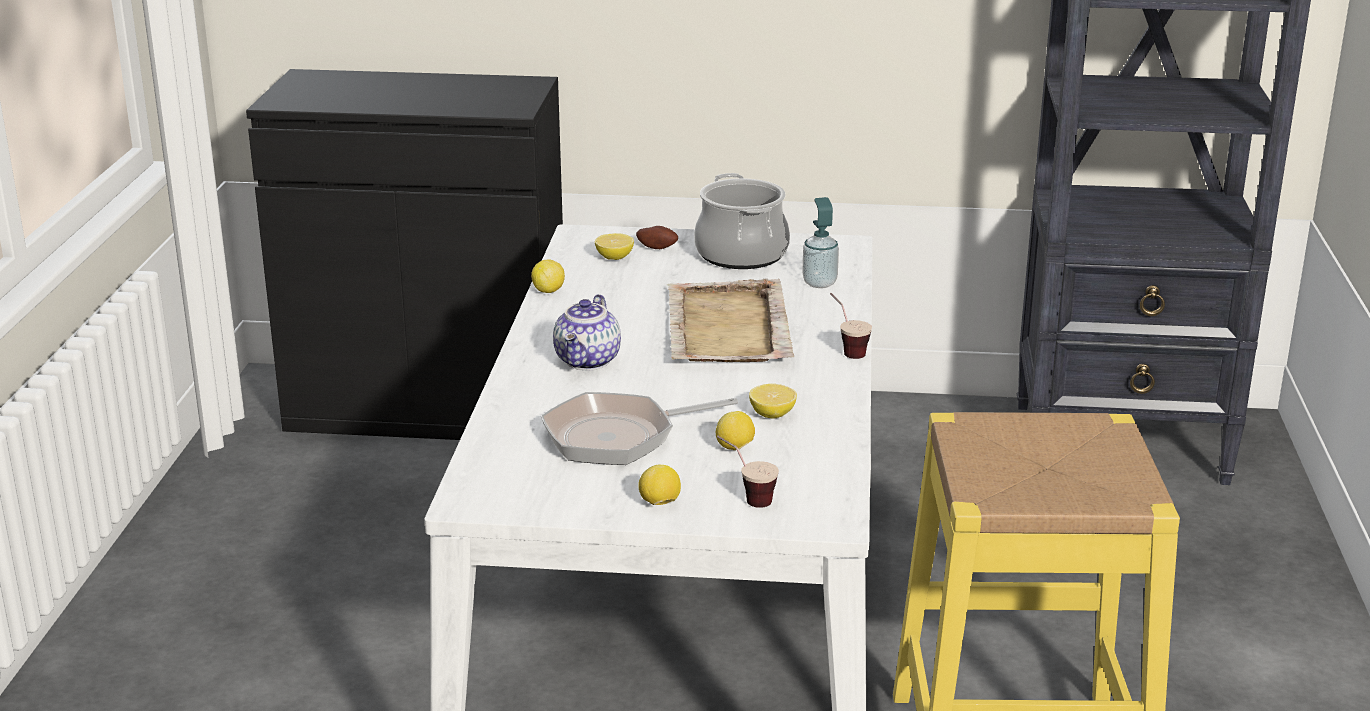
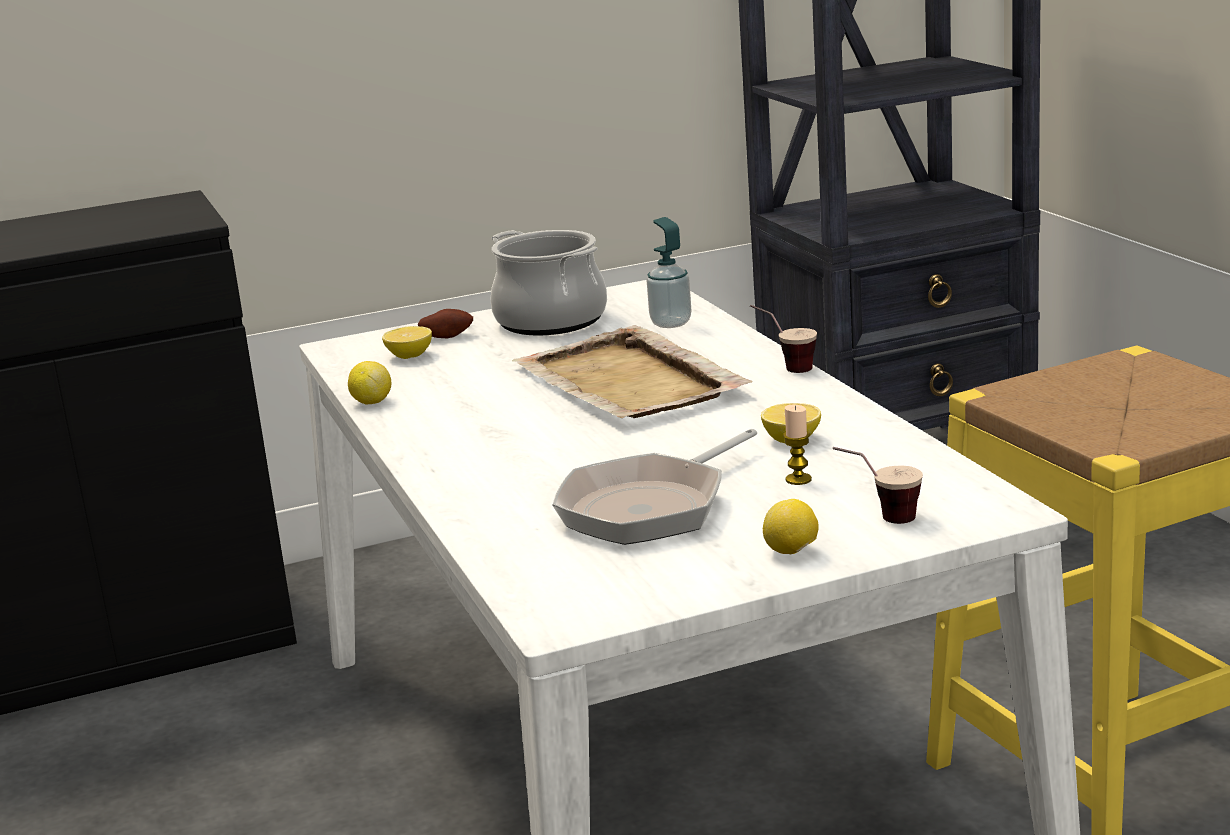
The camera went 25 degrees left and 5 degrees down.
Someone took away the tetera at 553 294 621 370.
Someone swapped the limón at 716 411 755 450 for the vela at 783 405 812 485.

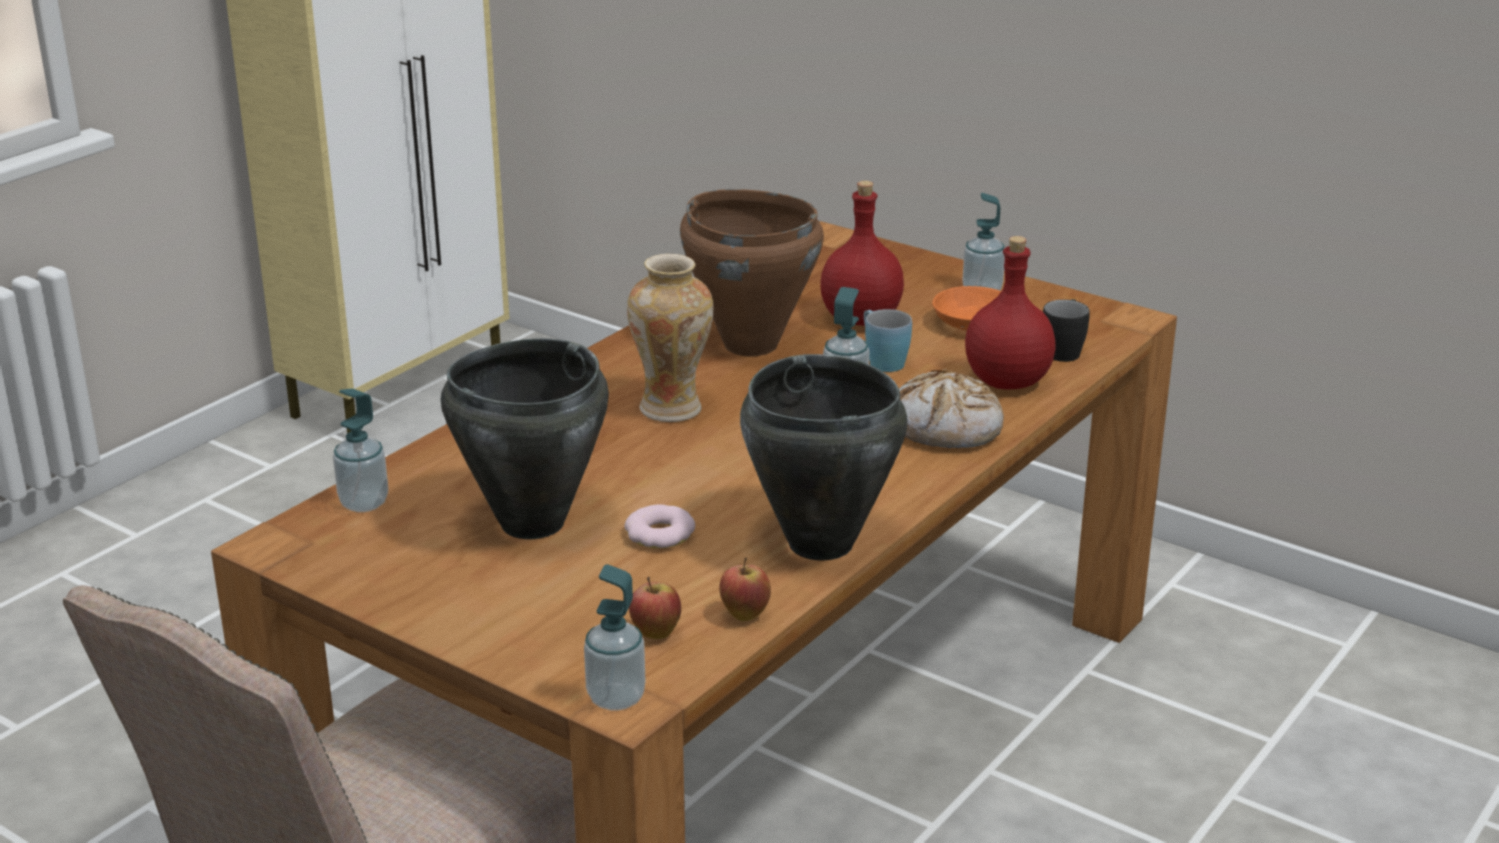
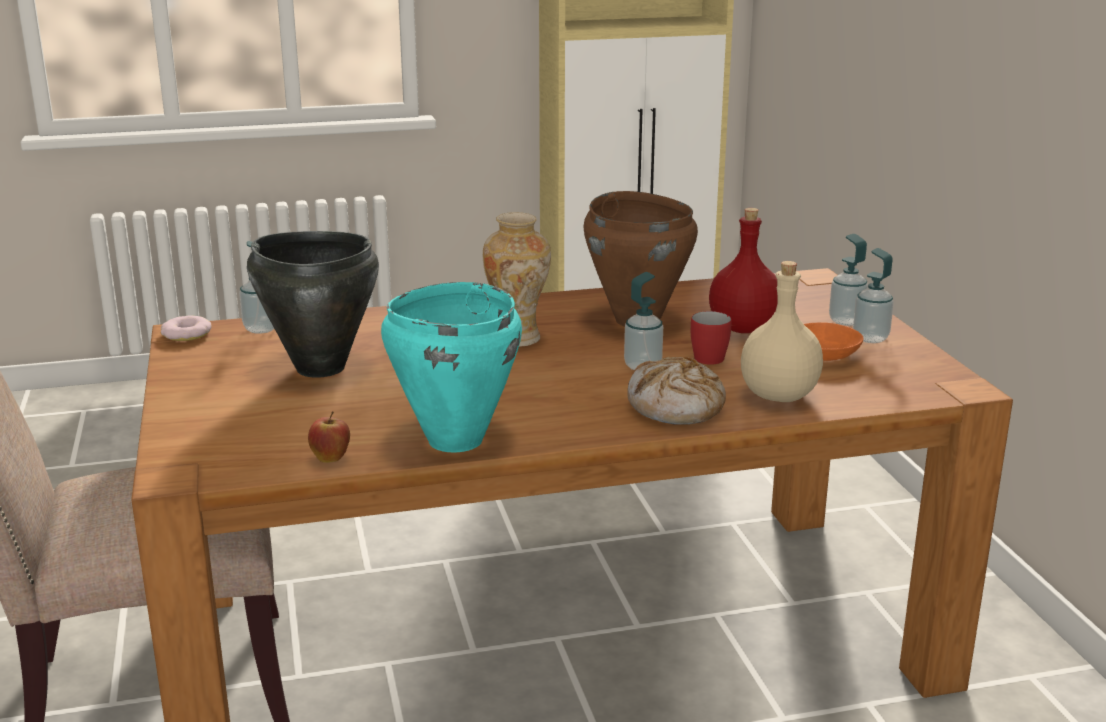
The camera went 40 degrees right and 5 degrees down.
Someone took away the manzana at 629 577 681 639.
Someone took away the taza grande/negro at 1043 299 1090 362.
Someone carried the dispensador de jabón from 584 564 646 711 to 829 234 868 326.
Someone carried the rosquilla from 624 504 695 548 to 161 315 212 341.
Someone repainted the olla/negro at 740 354 907 560, which became the olla/turquesa at 381 282 522 452.
Someone repainted the taza grande/azul at 864 309 912 372, which became the taza grande/rojo at 691 311 732 364.
Someone repainted the botella/rojo at 965 236 1056 389, which became the botella/beis at 741 261 823 402.

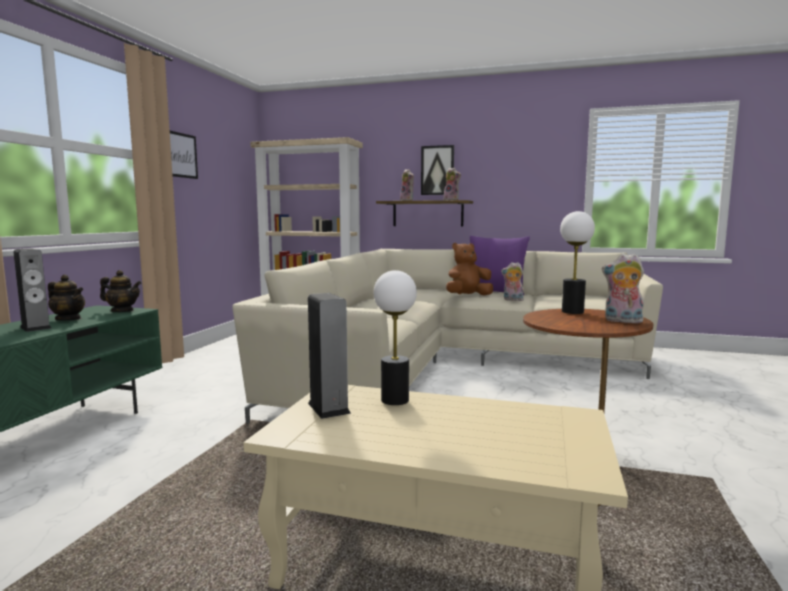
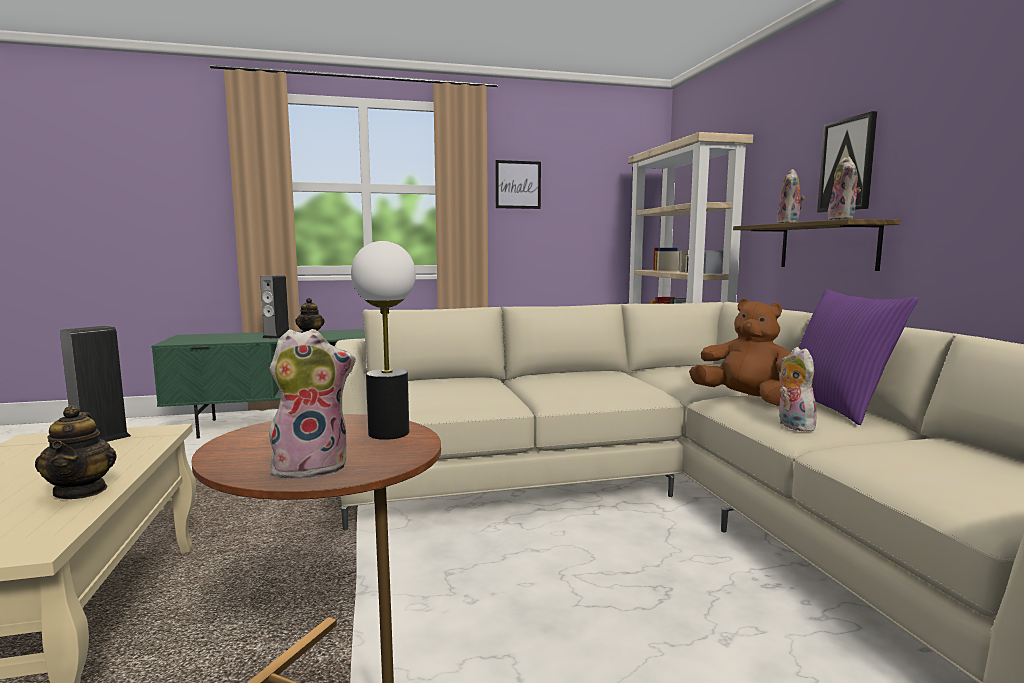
The camera went 60 degrees right and 0 degrees up.
Someone took away the lámpara de mesa at 374 270 417 405.
Someone carried the tetera from 100 270 142 312 to 35 405 117 499.
Someone rotated the peluche at 602 253 644 323 by 75 degrees clockwise.

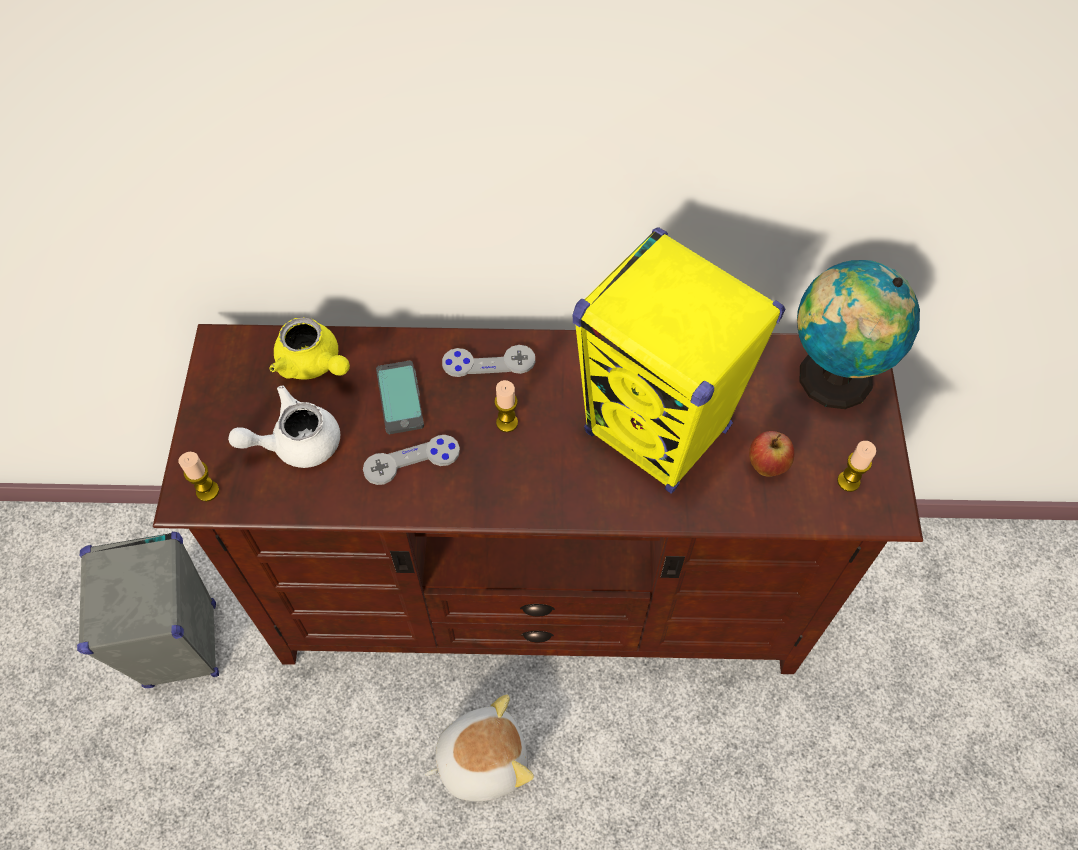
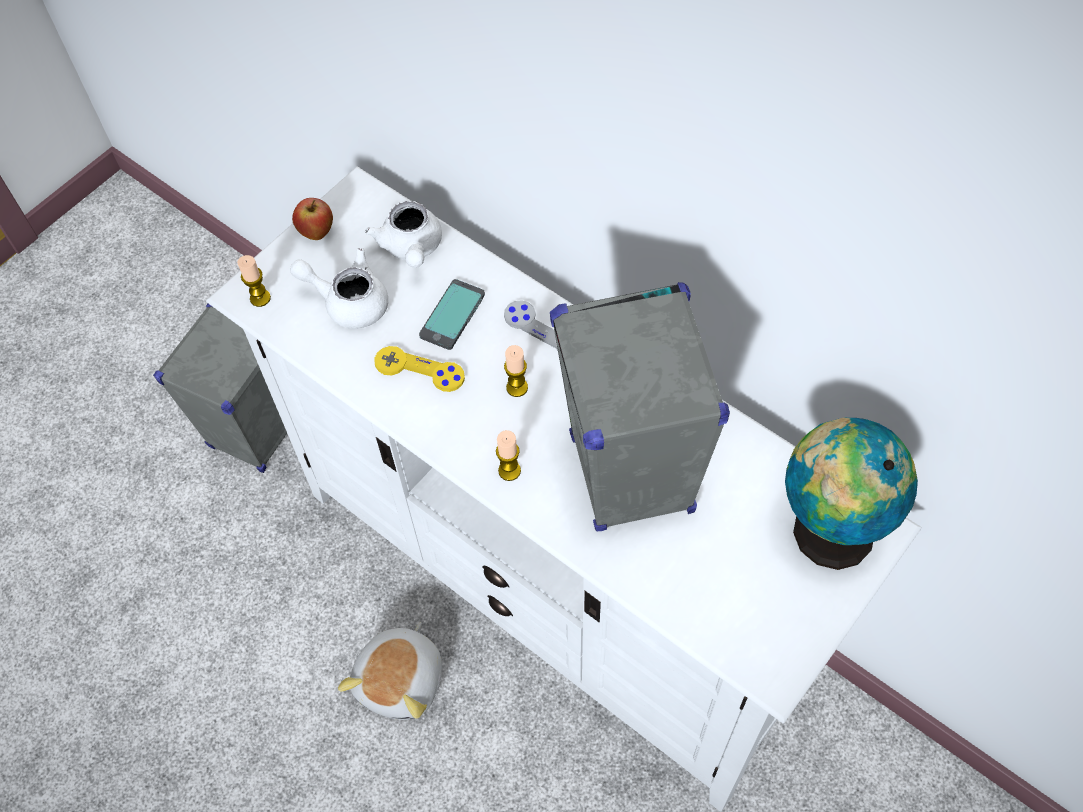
The camera went 40 degrees right and 0 degrees up.
Someone carried the manzana from 749 431 794 477 to 292 198 333 240.
Someone carried the vela from 837 441 876 492 to 496 430 521 481.
Someone repainted the mueble de televisión/marrón at 153 324 923 674, which became the mueble de televisión/blanco at 206 166 922 812.
Someone repainted the tetera/amarillo at 269 317 350 380, which became the tetera/blanco at 365 201 442 268.
Someone repainted the mando de consola/gris at 363 435 460 485, which became the mando de consola/amarillo at 374 346 465 392.
Someone repainted the altavoz/amarillo at 573 228 785 494, which became the altavoz/gris at 550 282 730 531.
Someone rotated the peluche at 425 695 534 801 by 90 degrees clockwise.

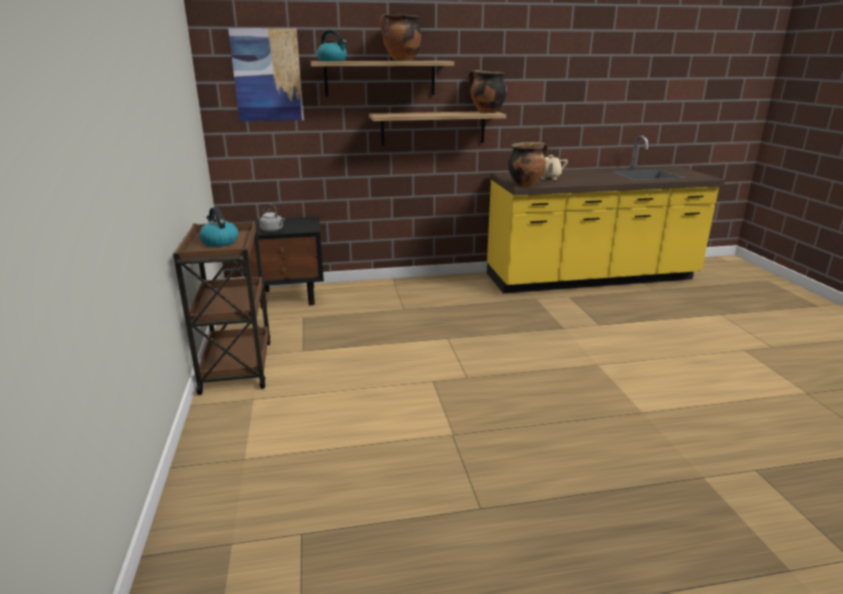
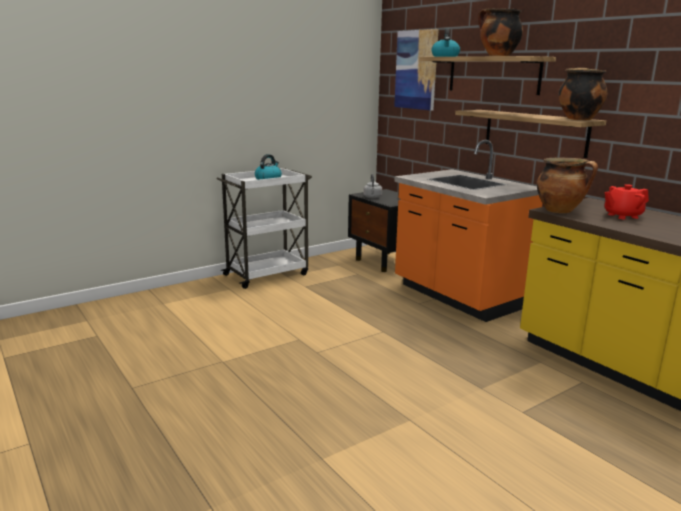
The camera went 65 degrees right and 5 degrees down.
Someone put down the mueble bajo de cocina/naranja at 394 140 543 322.
Someone repainted the carrito/marrón at 173 221 271 395, which became the carrito/blanco at 216 168 312 289.
Someone repainted the tetera/beis at 541 155 568 180, which became the tetera/rojo at 604 184 649 219.

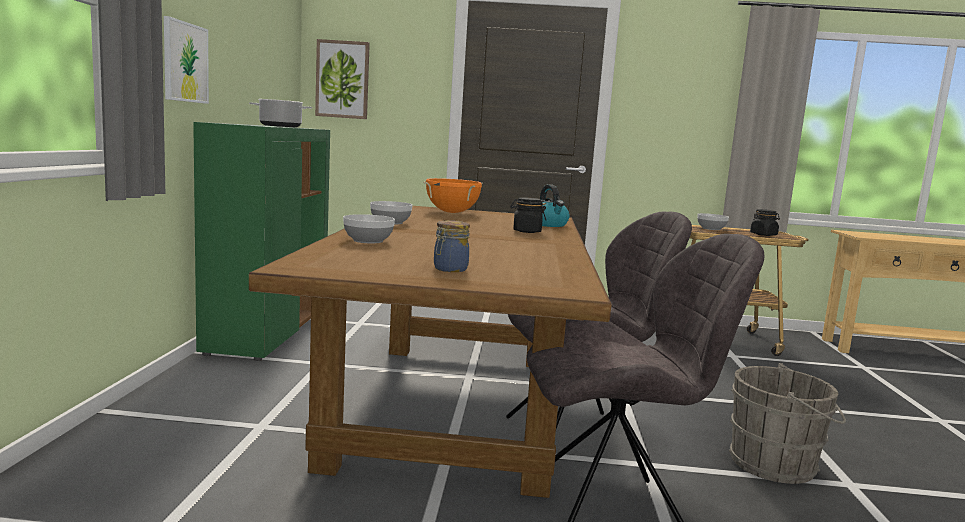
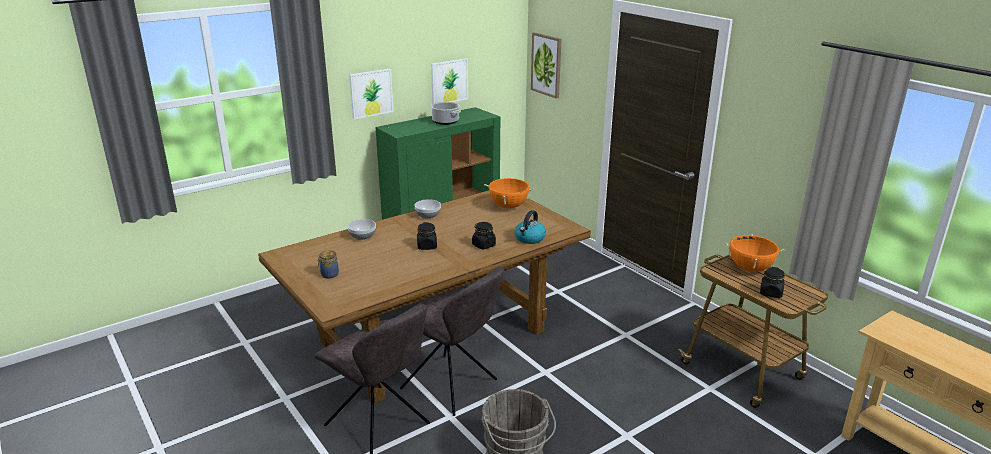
The camera went 50 degrees right and 15 degrees up.
Someone put down the tarro/negro at 417 222 437 250.
Someone put up the cuadro at 431 58 468 104.
Someone swapped the cuenco at 697 213 729 230 for the olla/naranja at 724 234 785 272.

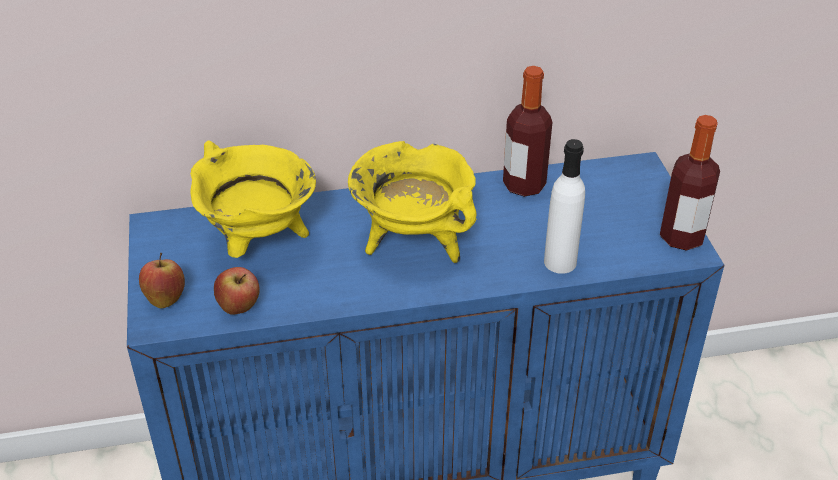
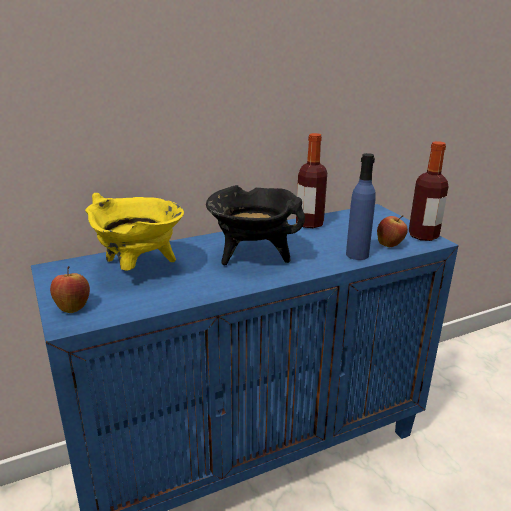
The camera went 15 degrees left and 15 degrees down.
Someone carried the manzana from 214 267 260 315 to 377 215 408 247.
Someone repainted the olla/amarillo at 348 141 477 263, which became the olla/negro at 206 185 305 265.
Someone repainted the botella/blanco at 544 139 585 274, which became the botella/azul at 346 153 376 260.

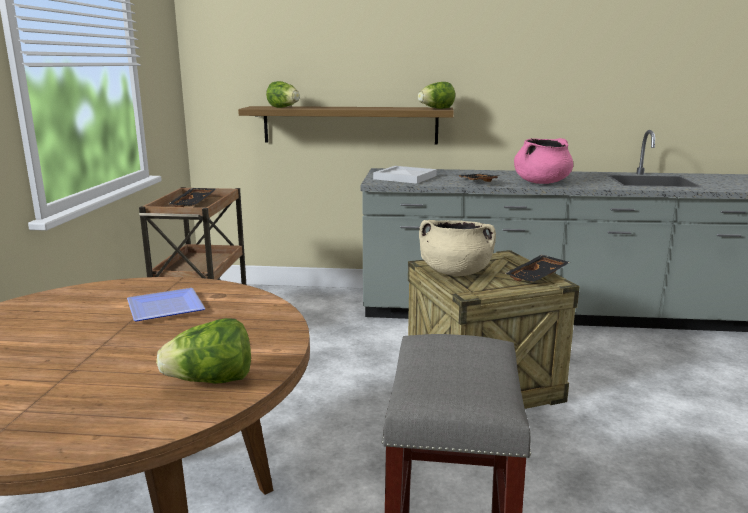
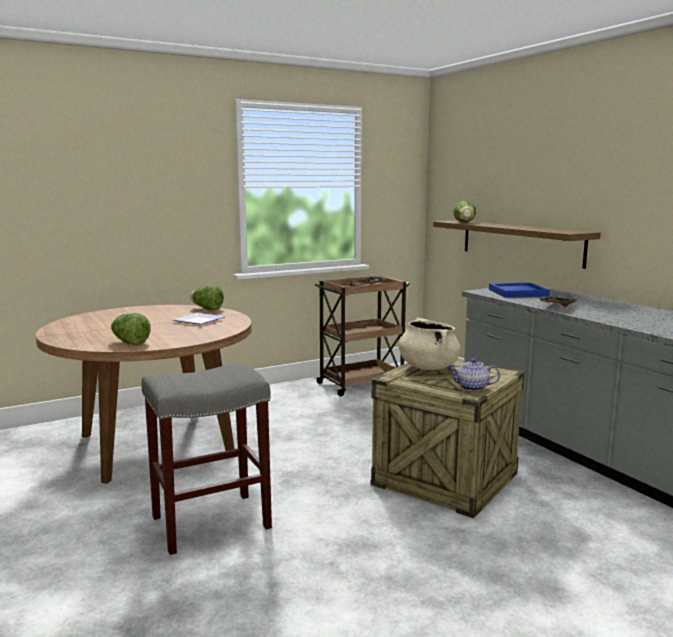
The camera went 55 degrees right and 5 degrees down.
Someone took away the olla/rosa at 514 138 573 184.
Someone carried the lechuga from 418 82 455 109 to 190 285 224 310.
Someone swapped the bandeja/negro at 505 255 570 282 for the tetera at 448 359 500 391.
Someone repainted the bandeja/blanco at 373 166 437 184, which became the bandeja/azul at 489 283 550 298.

